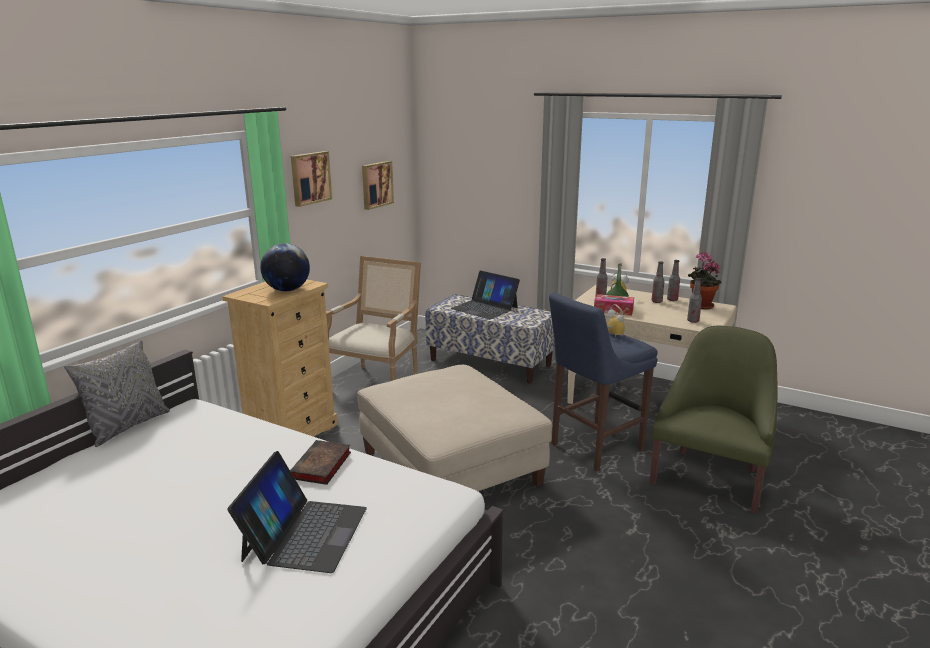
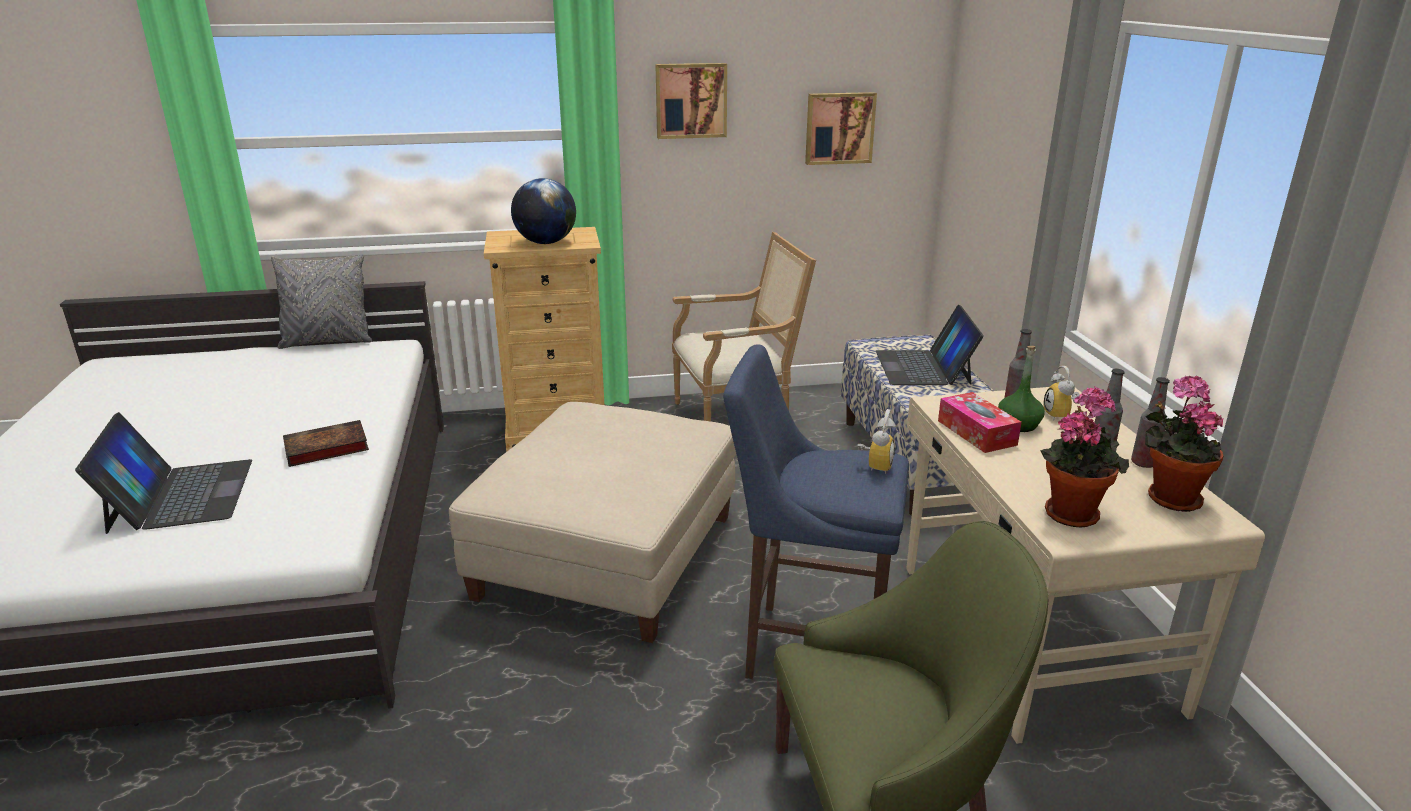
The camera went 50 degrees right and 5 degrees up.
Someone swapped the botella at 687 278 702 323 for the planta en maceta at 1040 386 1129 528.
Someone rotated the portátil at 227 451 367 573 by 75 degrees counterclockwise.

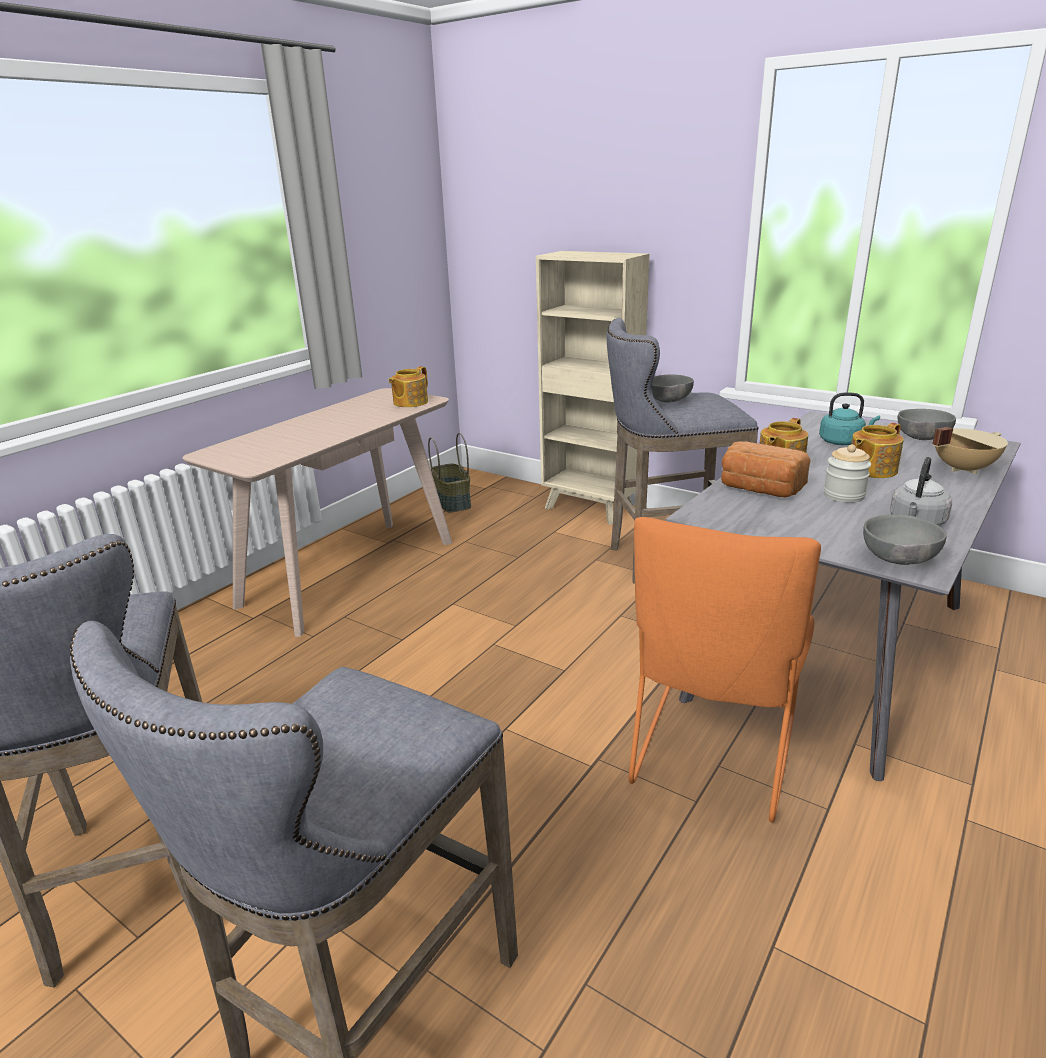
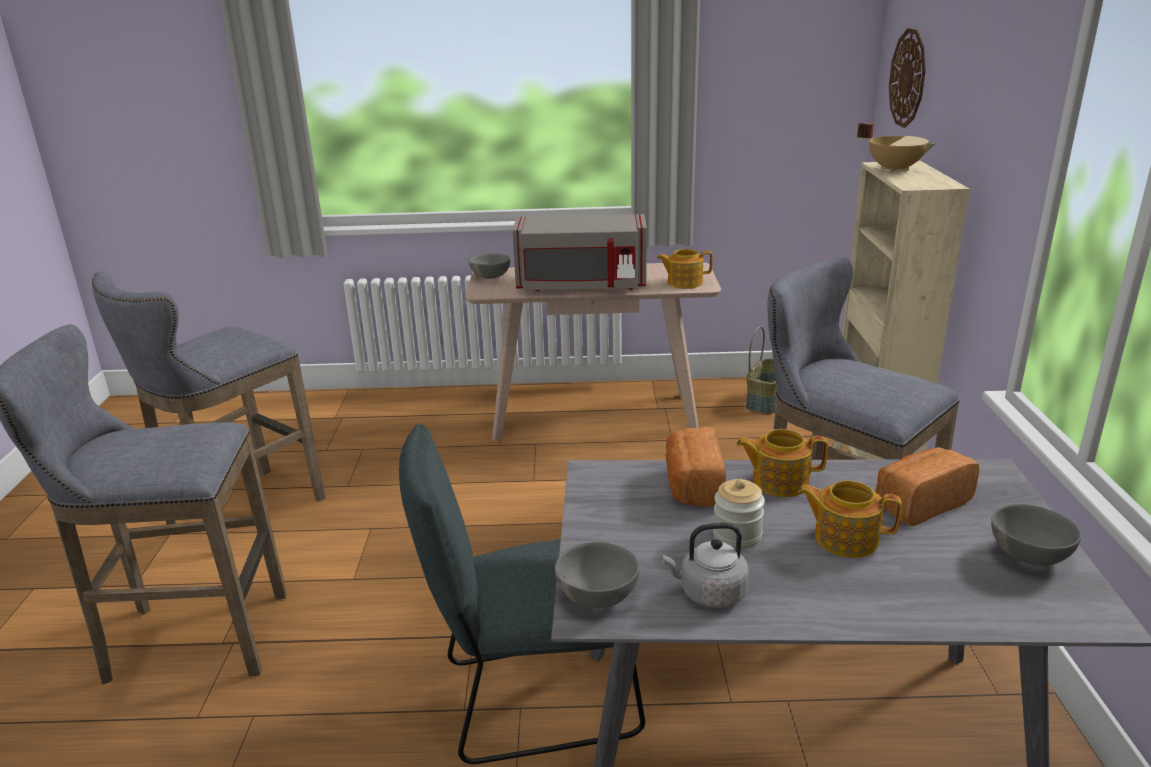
The camera went 55 degrees right and 0 degrees up.
Someone put down the microondas/gris at 512 214 647 291.
Someone put up the reloj de pared at 889 28 926 128.
Someone carried the cuenco/gris from 652 374 694 403 to 468 253 511 279.
Someone carried the olla/beis from 932 427 1008 474 to 857 123 936 172.
Someone swapped the hervidor/turquesa at 819 393 880 445 for the pan at 875 447 979 526.
Someone repainted the silla/naranja at 629 517 821 823, which became the silla/gris at 399 424 645 764.

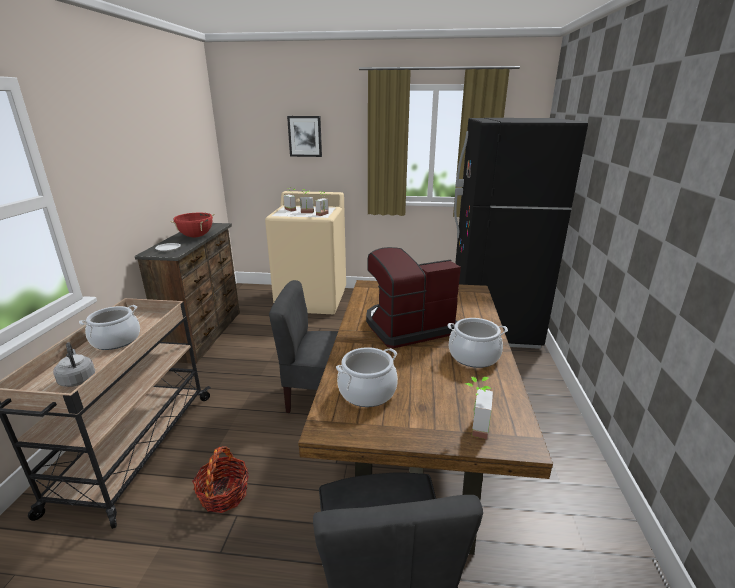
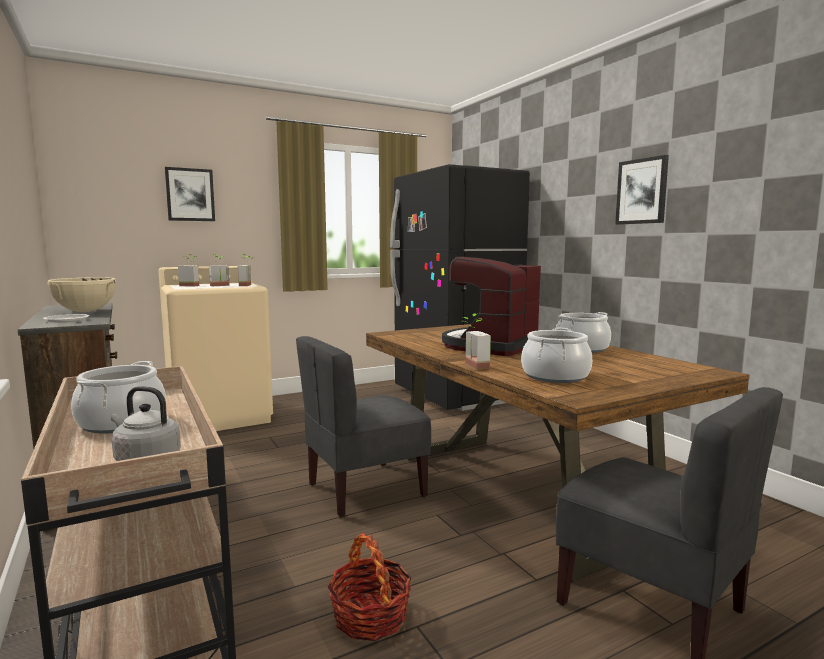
The camera went 35 degrees left and 15 degrees down.
Someone put up the cuadro at 615 155 669 225.
Someone carried the planta en maceta from 465 377 493 439 to 461 313 491 370.
Someone repainted the olla/rojo at 170 213 215 237, which became the olla/beis at 48 277 116 312.

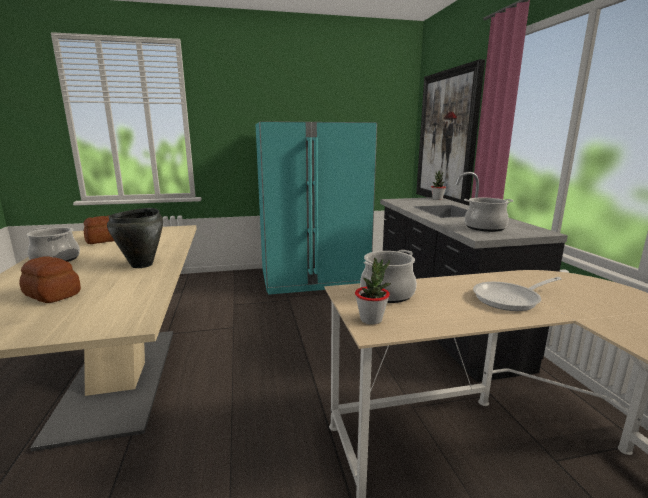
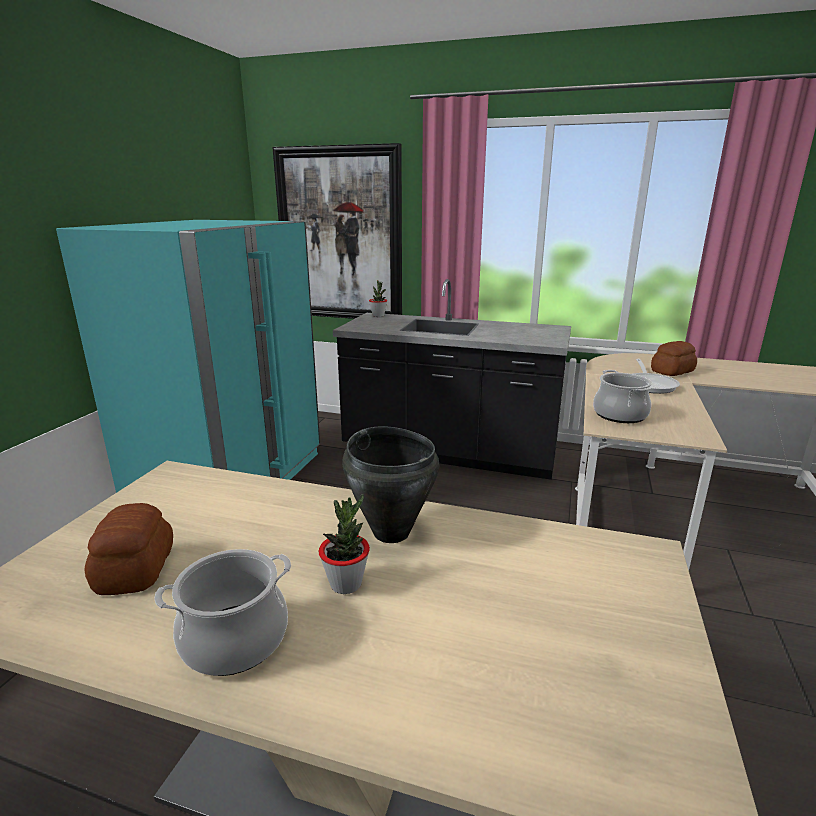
The camera went 60 degrees left and 5 degrees up.
Someone took away the olla at 464 198 514 232.
Someone carried the pan from 19 256 81 303 to 651 341 697 376.
Someone carried the planta en maceta from 355 258 391 325 to 319 494 370 594.

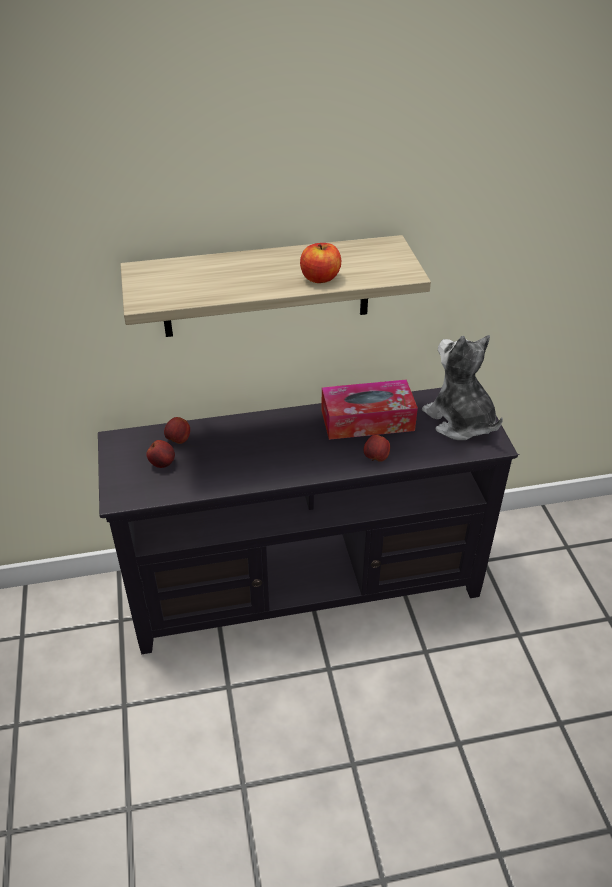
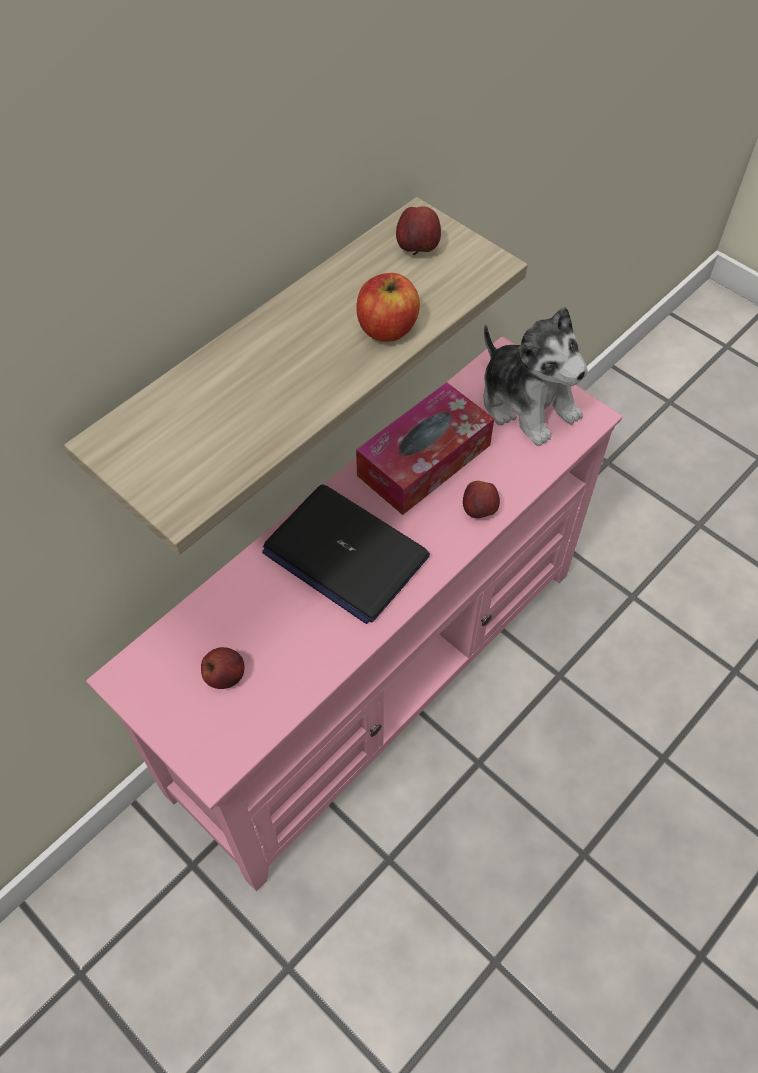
The camera went 35 degrees left and 15 degrees up.
Someone put down the portátil at 262 485 430 624.
Someone carried the manzana from 164 417 190 444 to 396 207 441 255.
Someone repainted the mueble de televisión/negro at 98 388 520 654, which became the mueble de televisión/rosa at 86 336 624 891.
Someone rotated the peluche at 422 335 503 440 by 150 degrees counterclockwise.

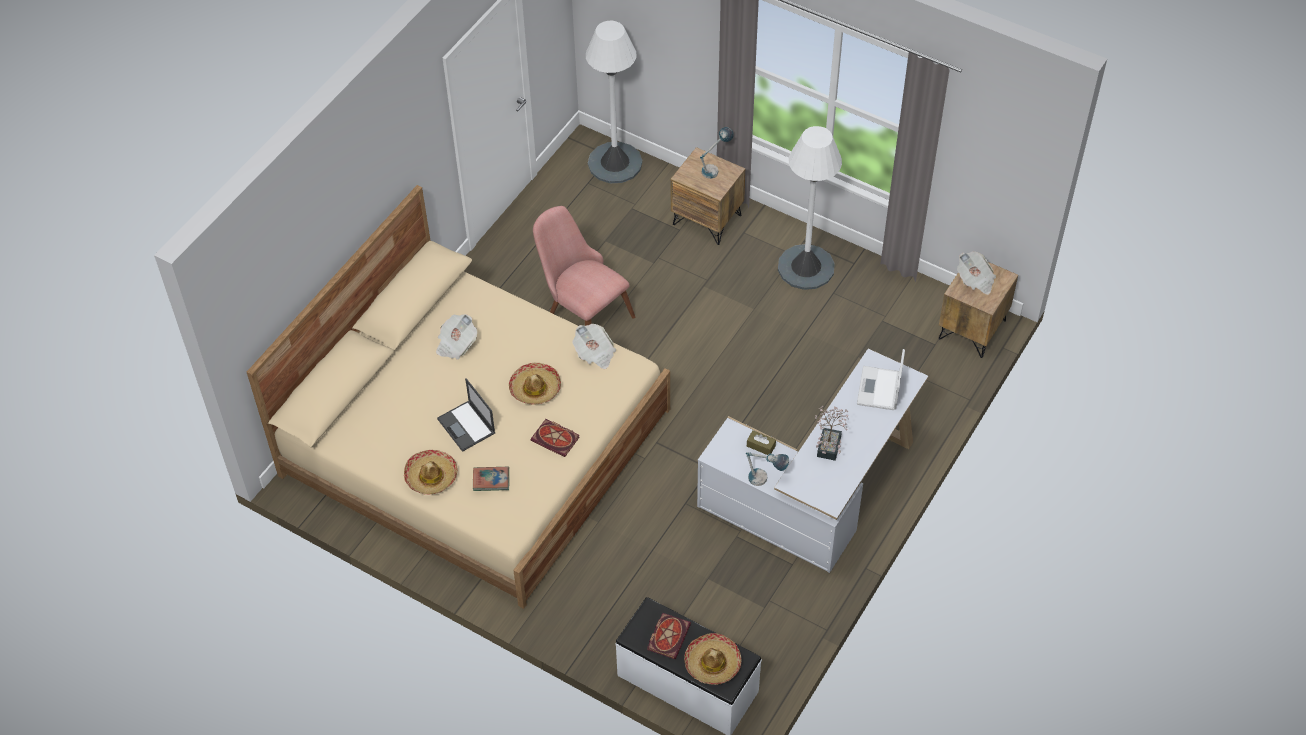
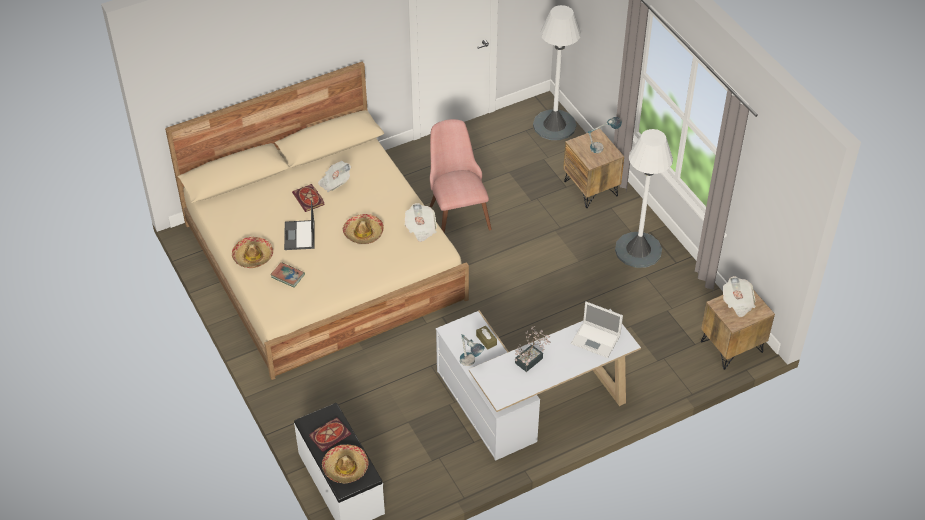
The camera went 30 degrees right and 5 degrees down.
Someone carried the libro from 531 419 580 457 to 292 184 325 212.
Someone rotated the portátil at 857 349 905 410 by 105 degrees counterclockwise.

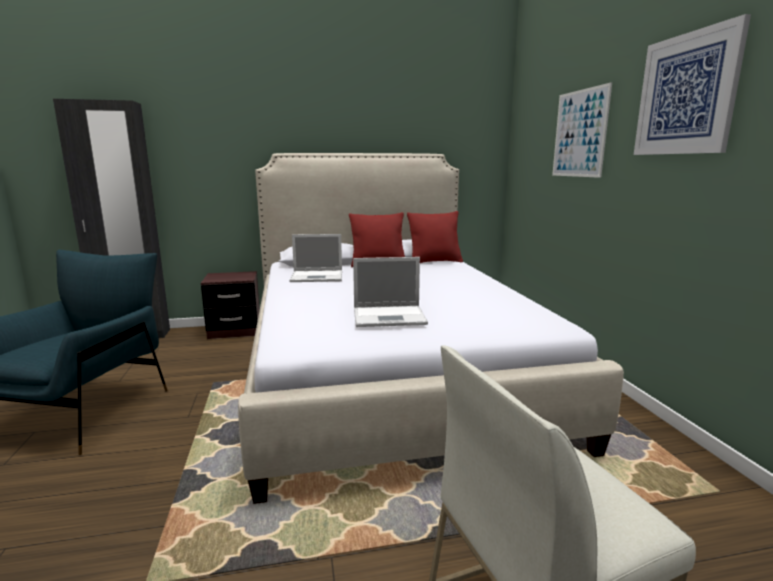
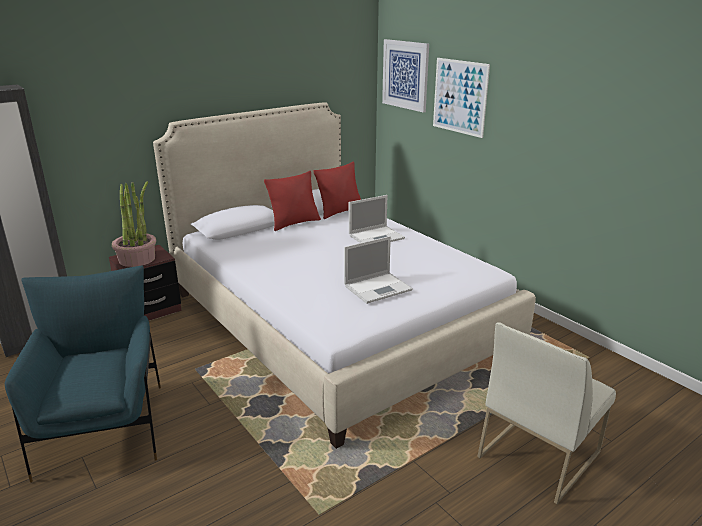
The camera went 25 degrees left and 10 degrees up.
Someone put down the planta en maceta at 112 181 156 267.
Someone carried the portátil from 289 234 342 282 to 349 195 405 243.
Someone carried the cuadro from 634 14 751 155 to 382 39 429 112.

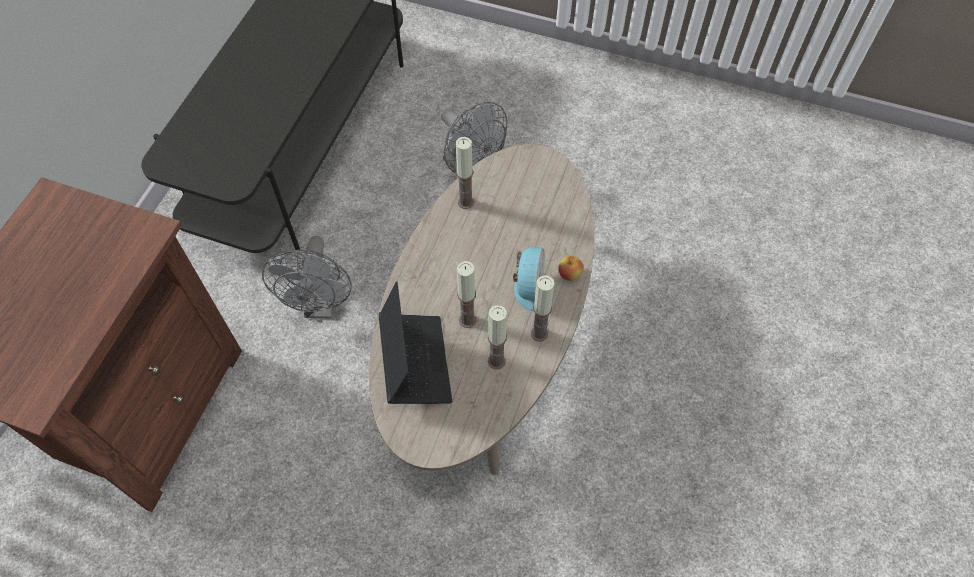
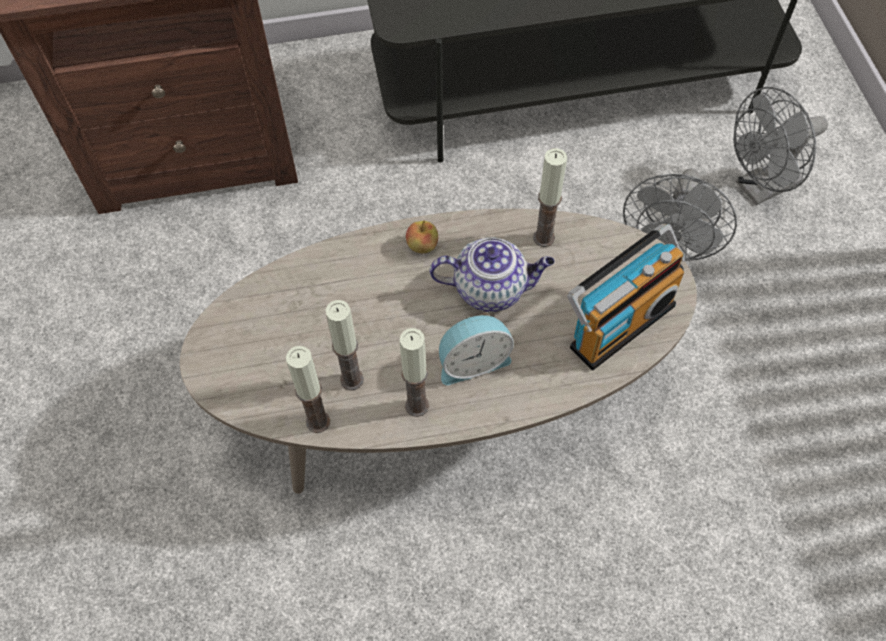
The camera went 60 degrees right and 0 degrees up.
Someone took away the portátil at 379 282 452 404.
Someone put down the tetera at 429 237 555 312.
Someone put down the radio at 567 224 685 370.
Someone carried the ventilador/gris from 262 236 352 319 to 733 87 828 205.
Someone carried the vela from 457 261 476 328 to 286 346 330 433.
Someone carried the manzana from 558 256 584 281 to 406 221 438 253.

